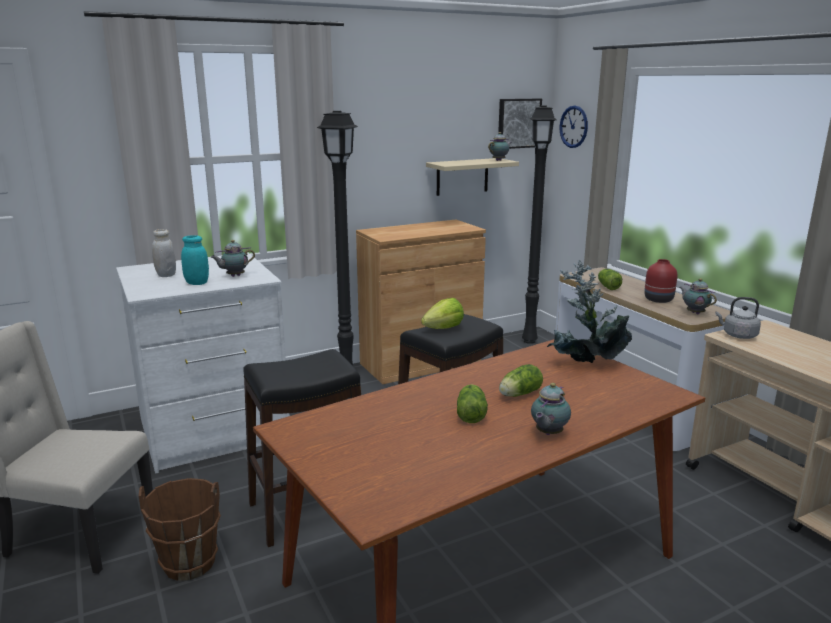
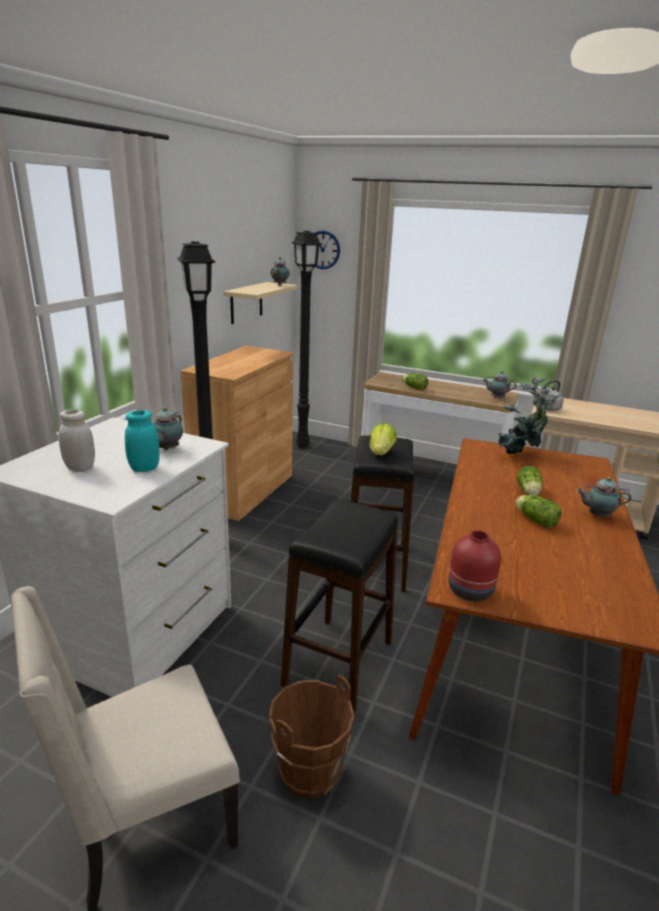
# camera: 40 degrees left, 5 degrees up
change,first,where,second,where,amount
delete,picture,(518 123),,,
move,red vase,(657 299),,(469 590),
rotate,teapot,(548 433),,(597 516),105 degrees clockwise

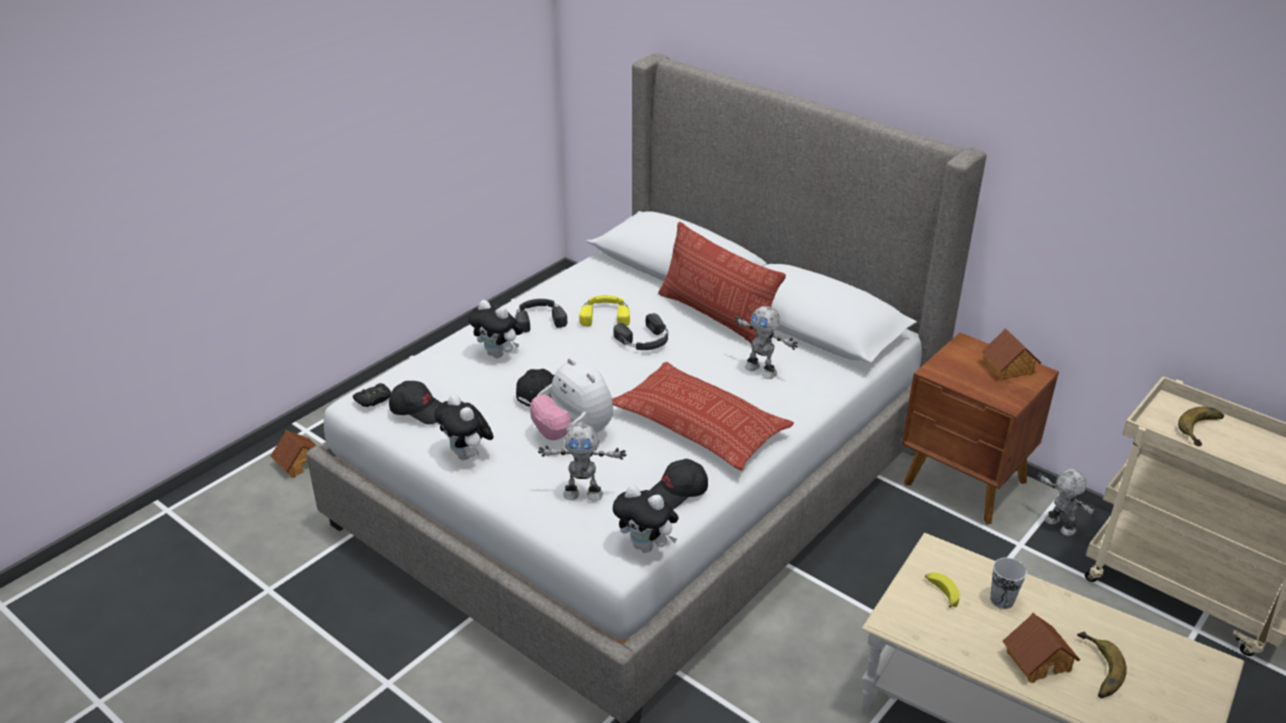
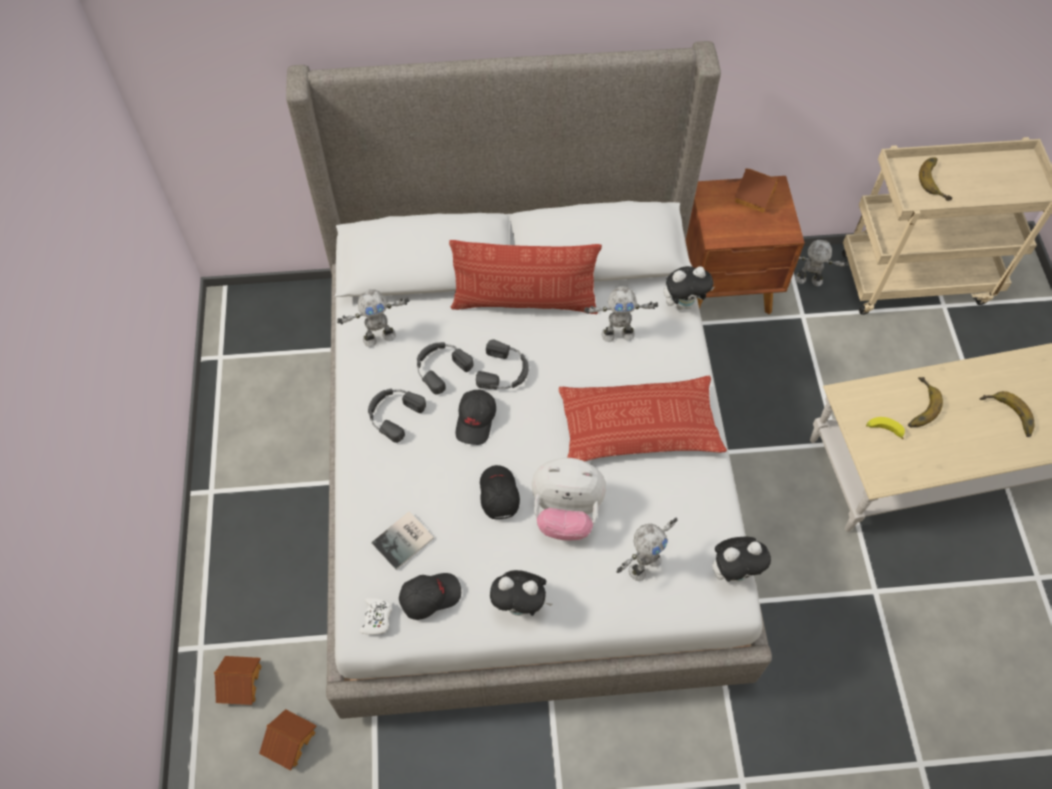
# camera: 45 degrees left, 25 degrees up
change,first,where,second,where,amount
insert,,,toy robot,(379 336),
insert,,,book,(405 541),
move,plush toy,(498 354),,(683 303),
move,black cap,(678 493),,(476 420),
move,toy house,(1037 660),,(290 741),
replace,cup,(1002 600),banana,(917 405),
recolor,black game controller,(373 399),white game controller,(376 618),
recolor,yellow headphones,(605 315),black headphones,(440 367),

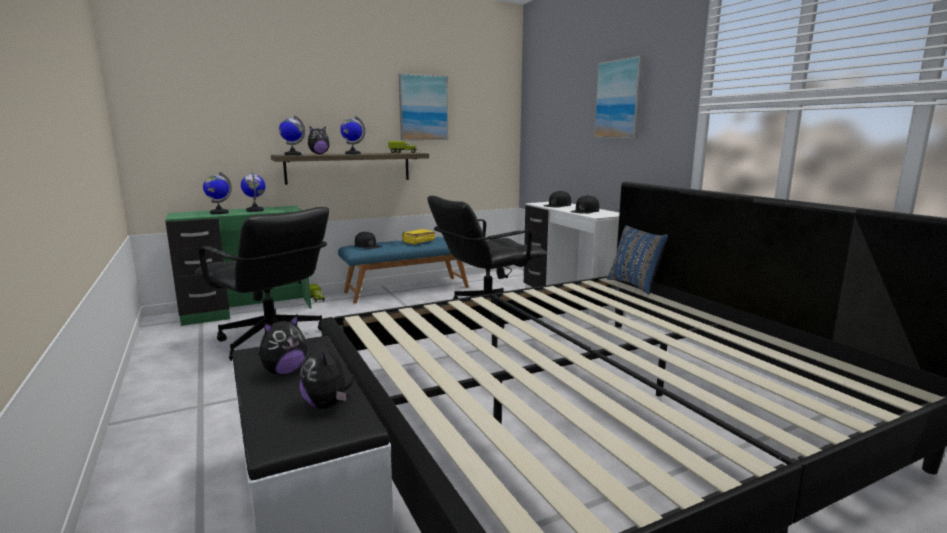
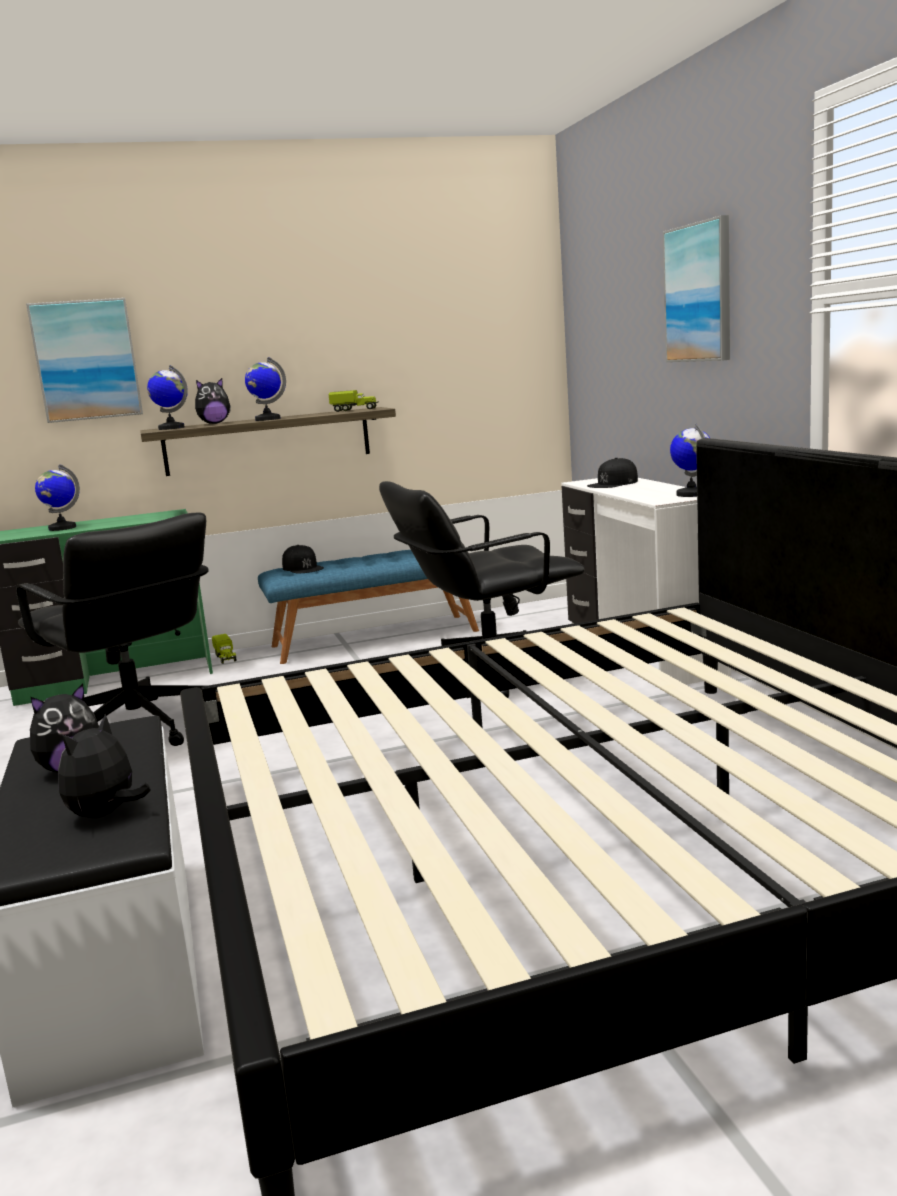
# camera: 10 degrees right, 0 degrees up
change,first,where,second,where,amount
delete,yellow book,(418 242),,,
delete,black cap,(585 211),,,
delete,blue pillow,(635 285),,,
move,globe,(255 210),,(691 494),
move,picture,(423 108),,(86 360),
rotate,plush toy,(327 405),,(105 814),45 degrees clockwise

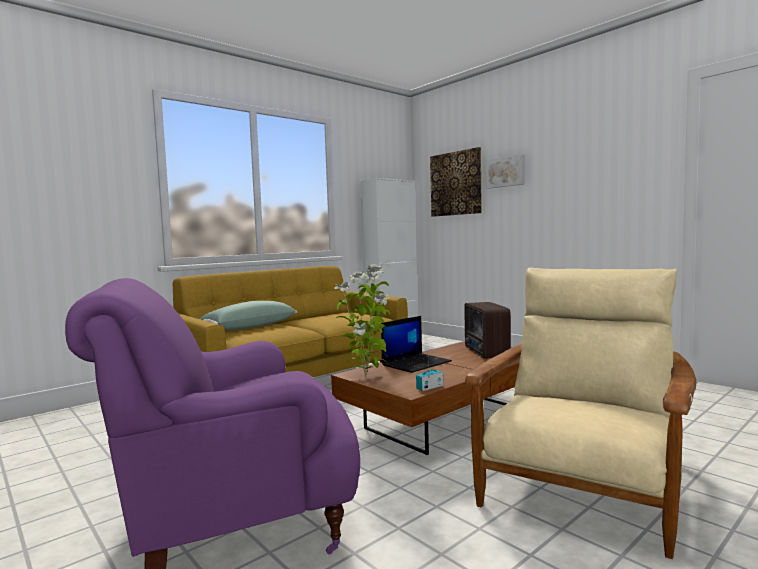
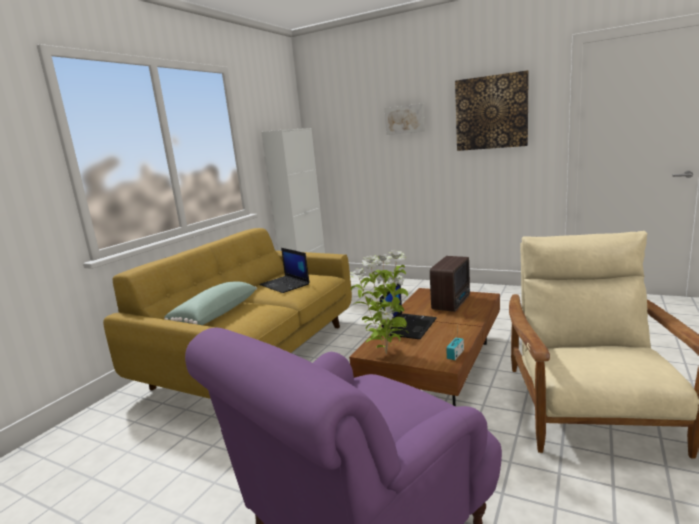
# camera: 20 degrees left, 10 degrees up
change,first,where,second,where,amount
insert,,,laptop,(285 285),
move,picture,(456 183),,(491 112),
rotate,radio,(486 353),,(452 303),120 degrees counterclockwise

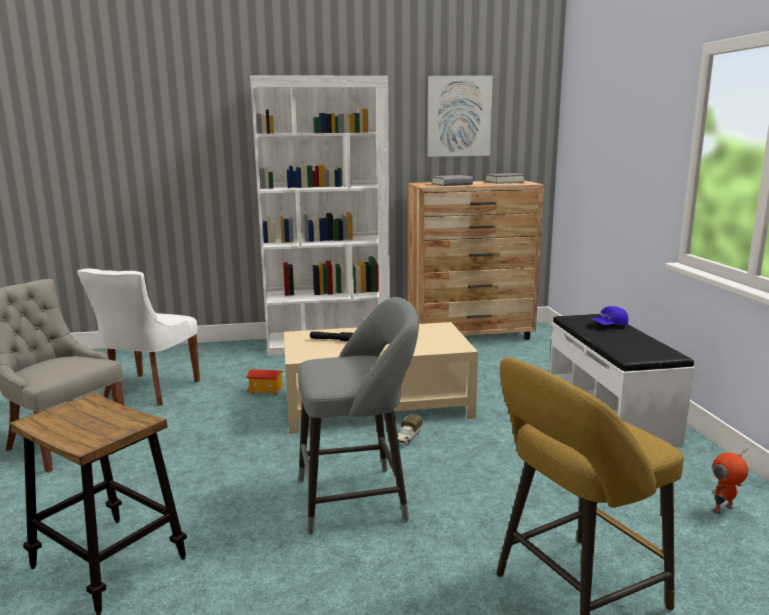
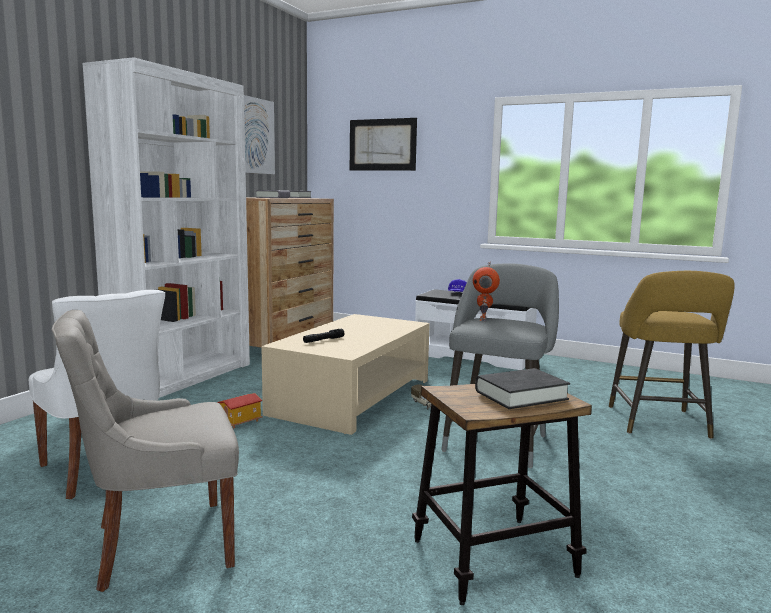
# camera: 55 degrees left, 5 degrees down
change,first,where,second,where,amount
insert,,,picture,(382 144),
insert,,,black book,(521 395),
move,toy robot,(724 510),,(484 319),

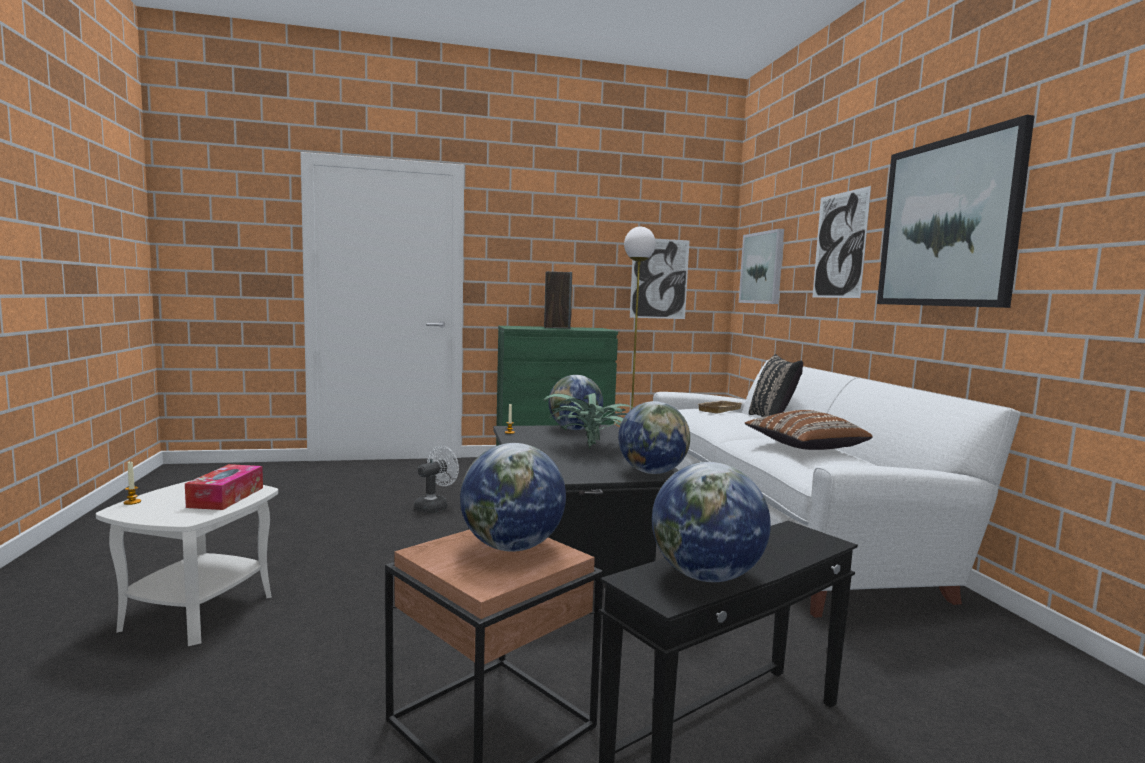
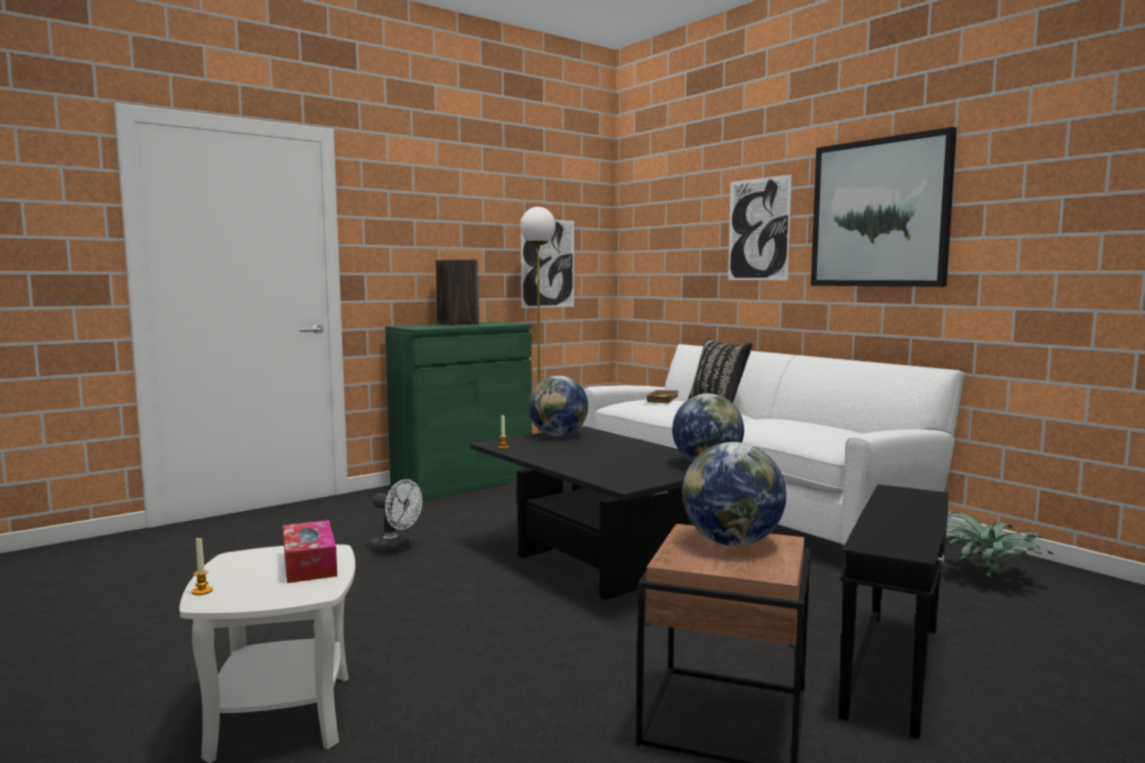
# camera: 25 degrees left, 0 degrees up
change,first,where,second,where,amount
delete,globe,(705 576),,,
delete,picture,(762 268),,,
delete,brown pillow,(804 447),,,
move,potted plant,(592 448),,(987 577),
rotate,white fan,(435 506),,(396 549),105 degrees clockwise

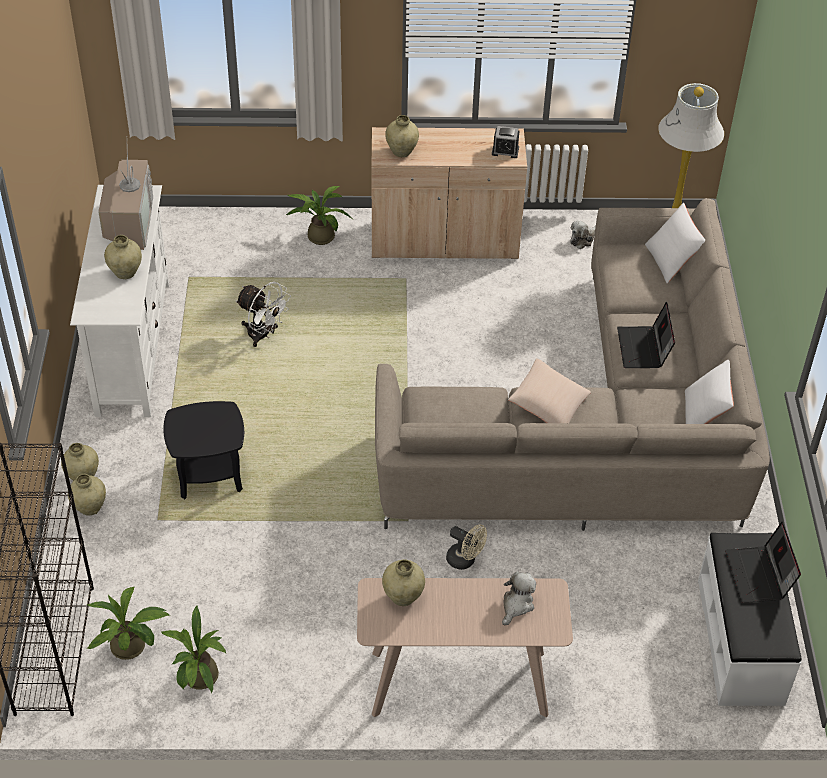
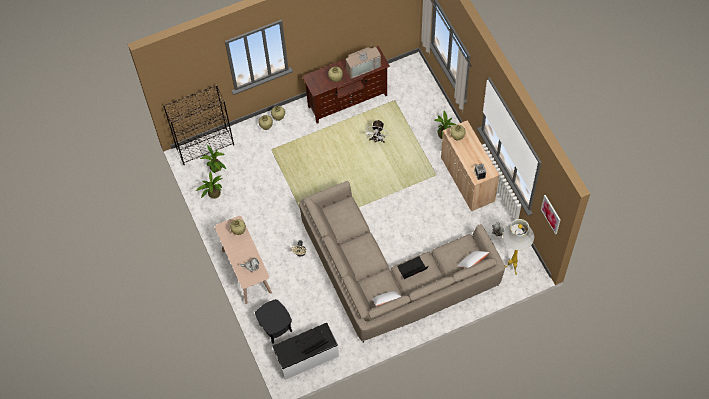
# camera: 70 degrees right, 15 degrees up
change,first,where,second,where,amount
delete,beige pillow,(548 405),,,
insert,,,picture,(551 214),
move,black side table,(209 474),,(275 328),
recolor,white tv stand,(132 347),brown tv stand,(347 100),

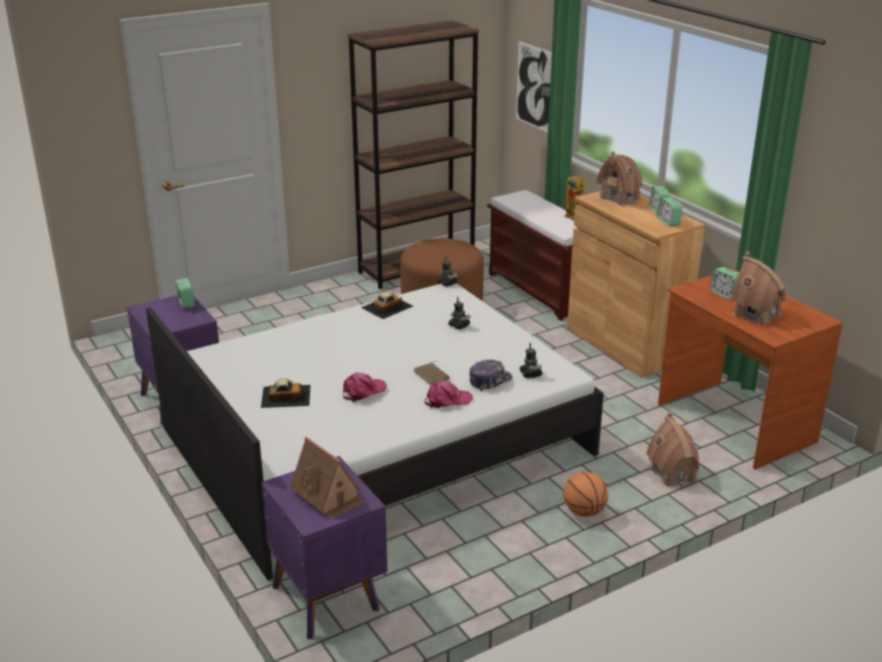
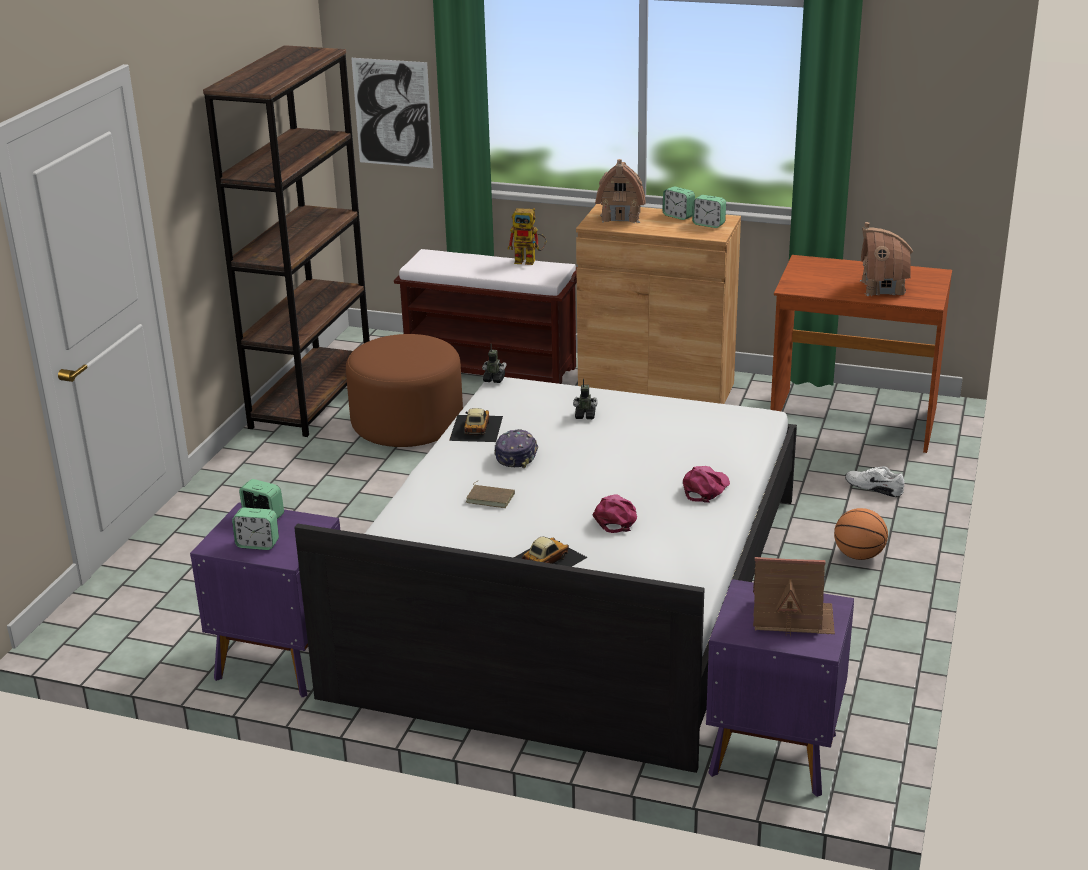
# camera: 40 degrees left, 0 degrees up
change,first,where,second,where,amount
delete,toy robot,(530 374),,,
move,brown book,(432 375),,(491 498),
move,cap,(489 380),,(516 455),
move,alarm clock,(724 294),,(257 544),
replace,toy house,(672 474),white shoe,(874 487),

